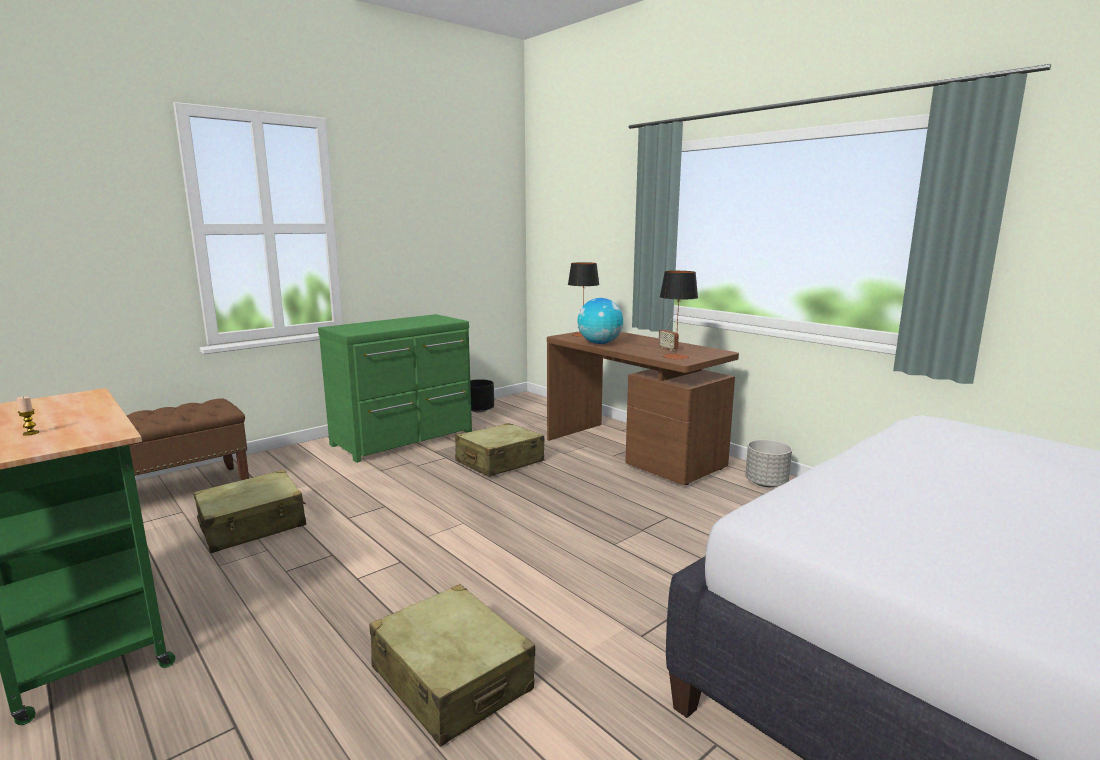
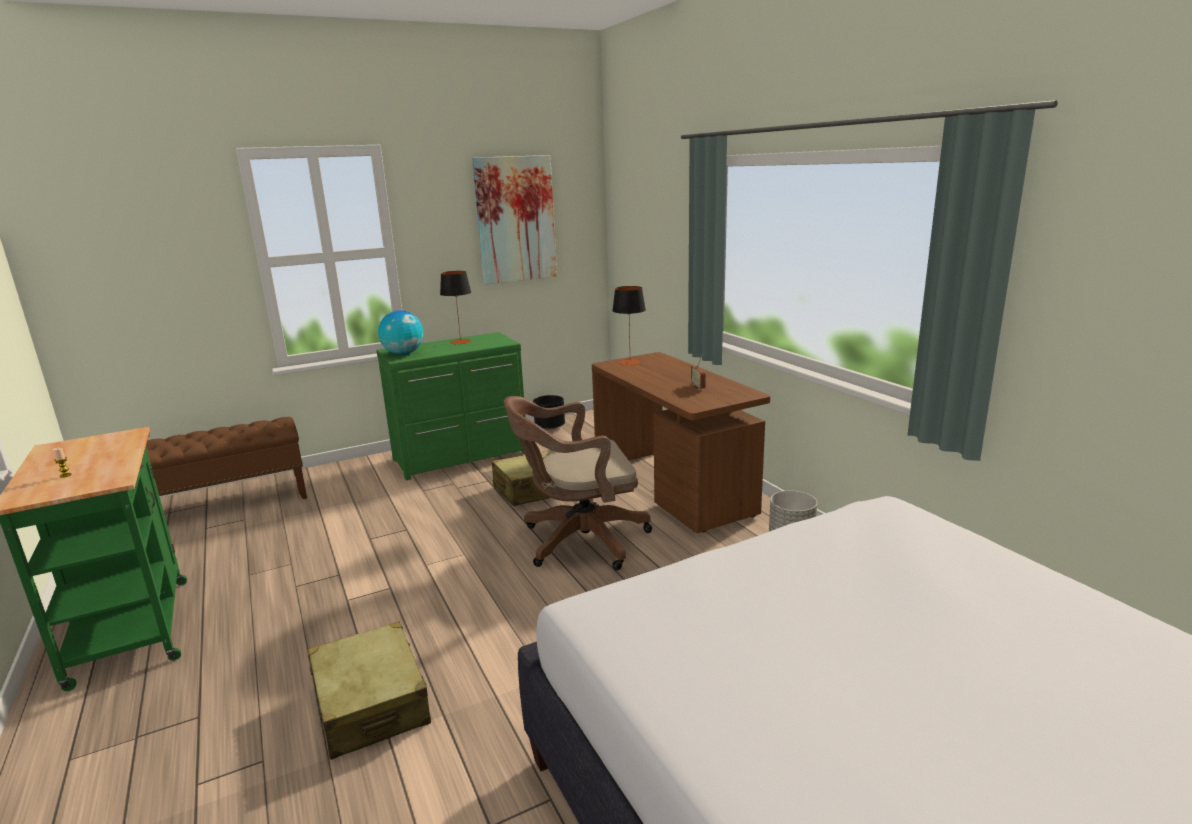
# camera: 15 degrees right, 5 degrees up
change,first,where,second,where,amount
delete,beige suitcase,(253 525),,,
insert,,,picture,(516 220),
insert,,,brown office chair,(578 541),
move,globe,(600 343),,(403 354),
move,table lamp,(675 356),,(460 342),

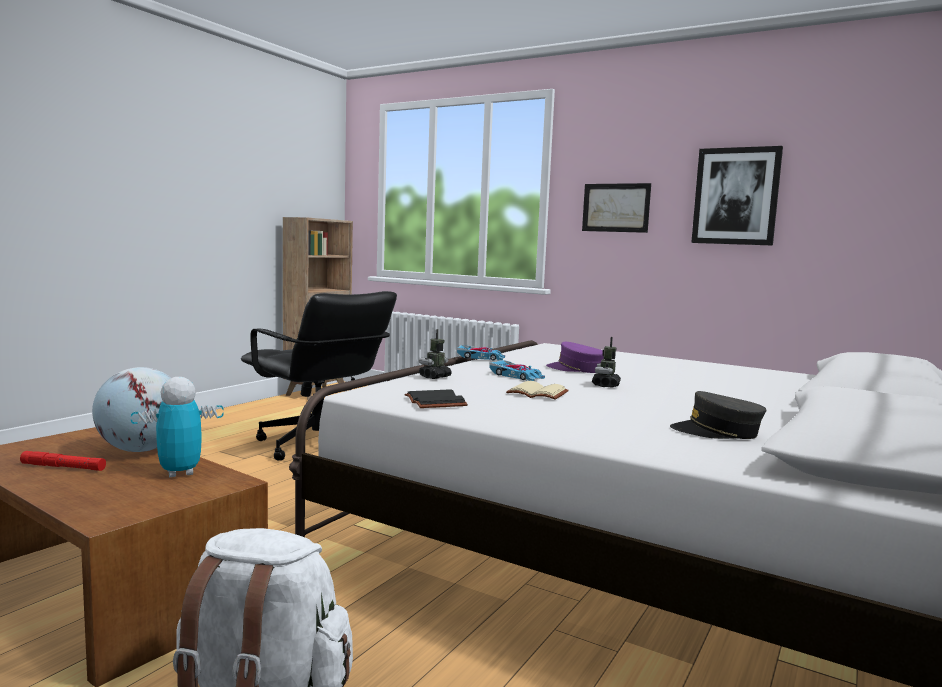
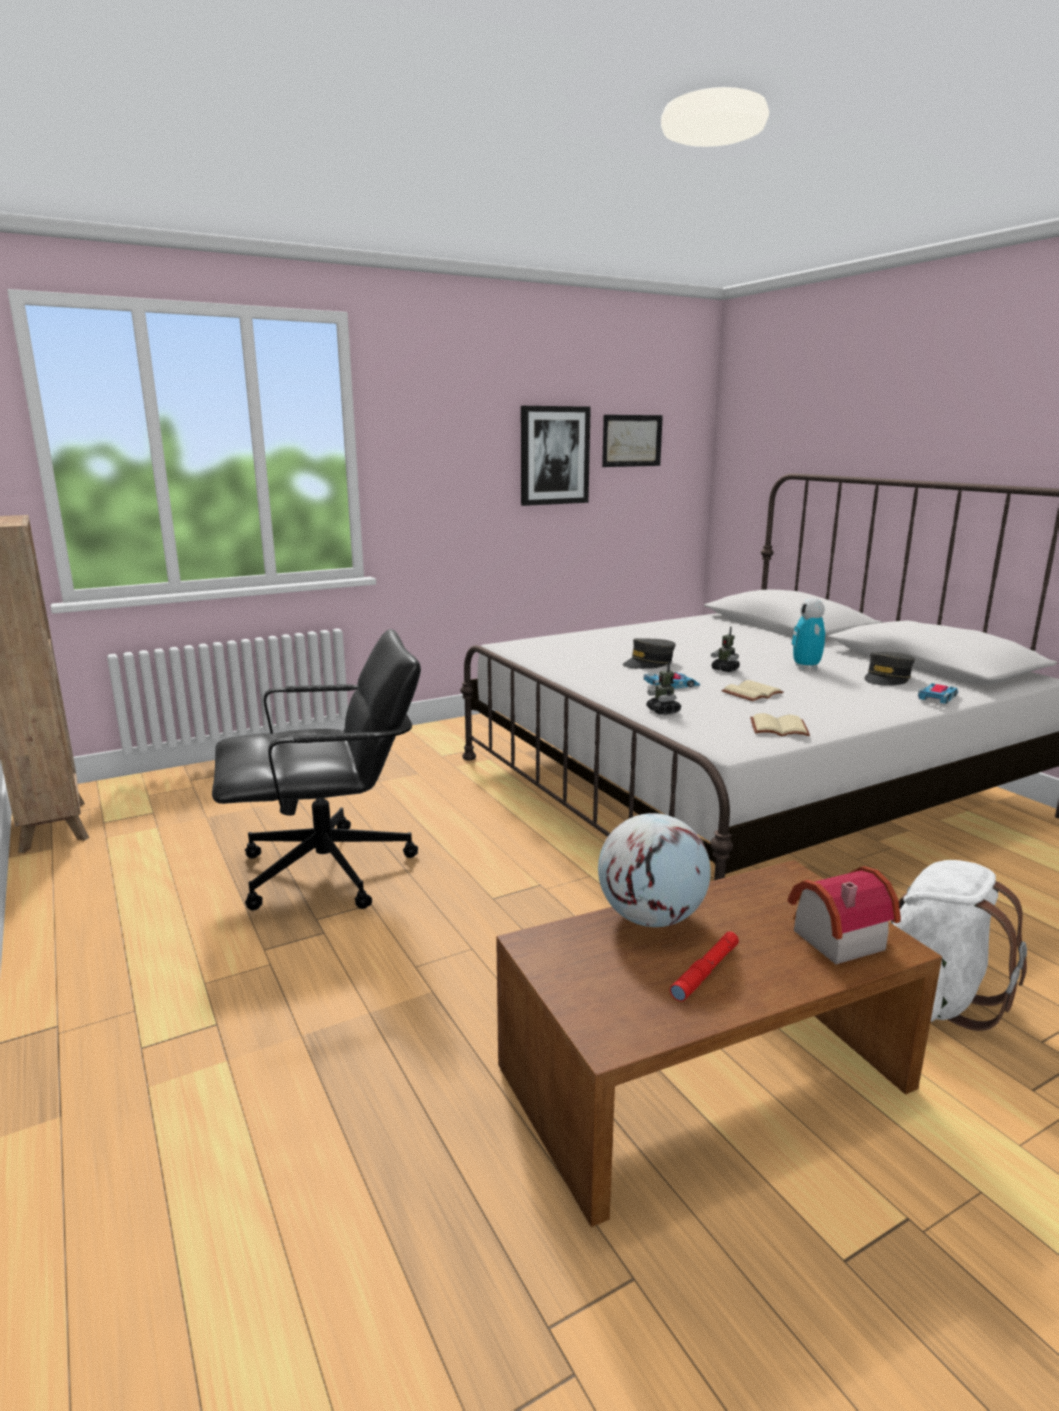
# camera: 60 degrees left, 10 degrees up
change,first,where,second,where,amount
insert,,,toy house,(833 937),
move,toy robot,(179 473),,(806 667),
move,toy car,(481 357),,(937 697),
move,picture,(616 207),,(632 440),
recolor,black book,(433 402),beige book,(778 729),
recolor,purple cap,(576 369),grey cap,(649 663),

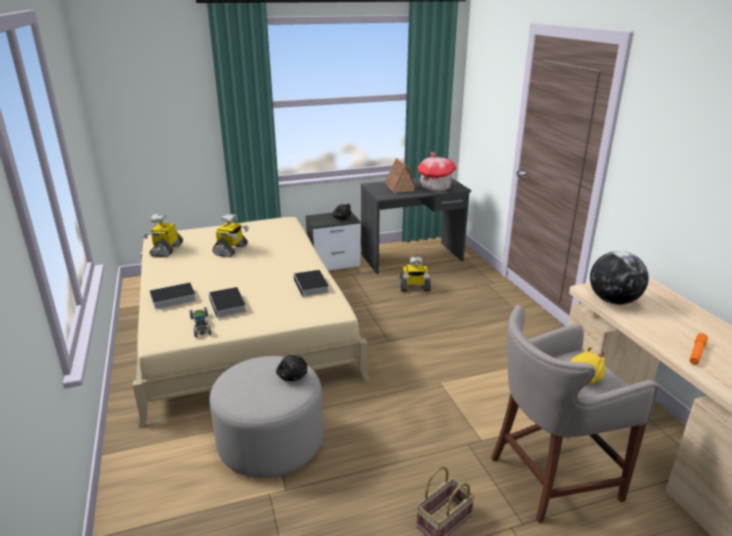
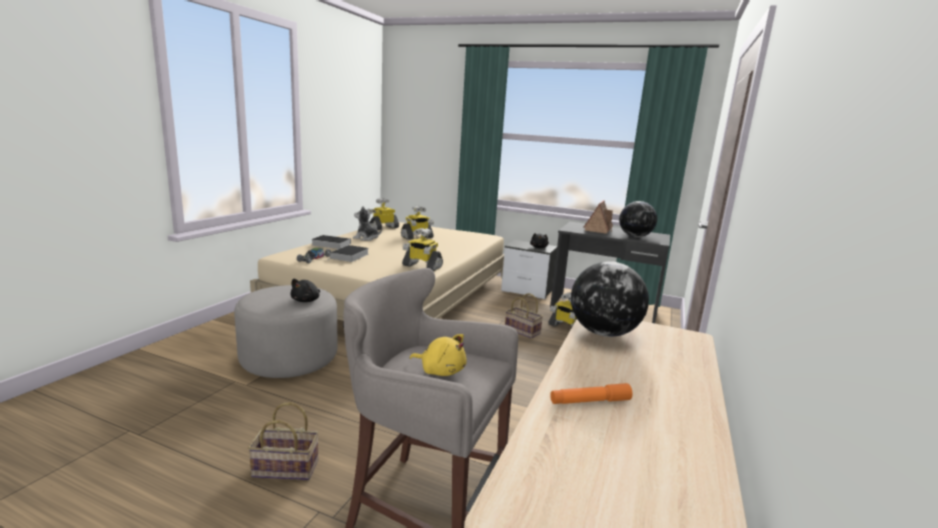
# camera: 40 degrees right, 10 degrees down
change,first,where,second,where,amount
insert,,,plush toy,(366 238),
insert,,,basket,(523 331),
replace,book,(311 286),toy robot,(421 266),
replace,toy house,(435 187),globe,(635 236),

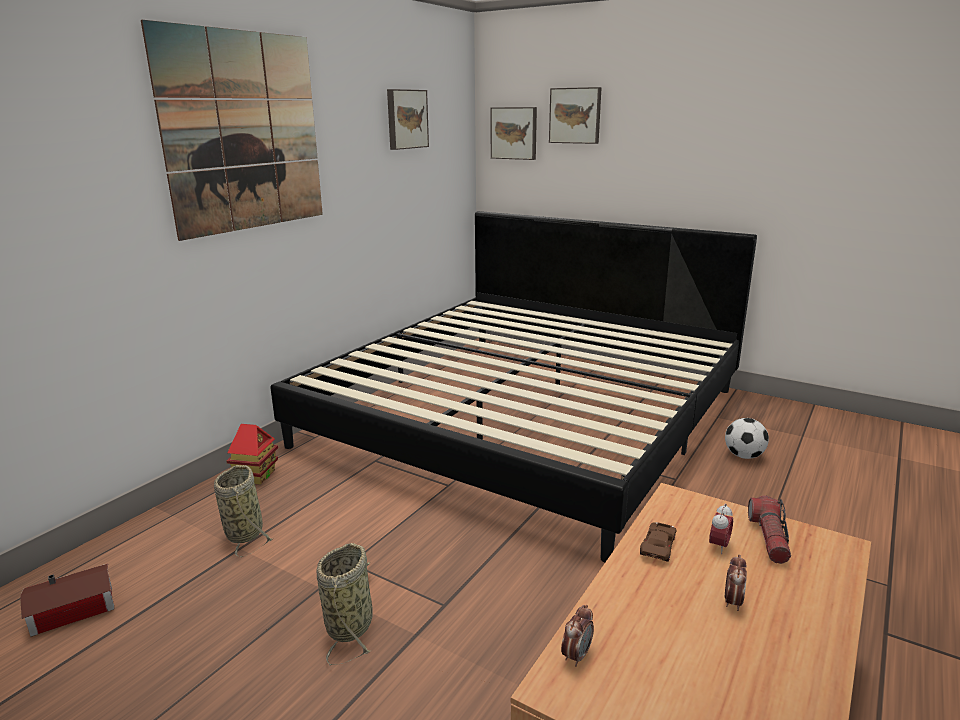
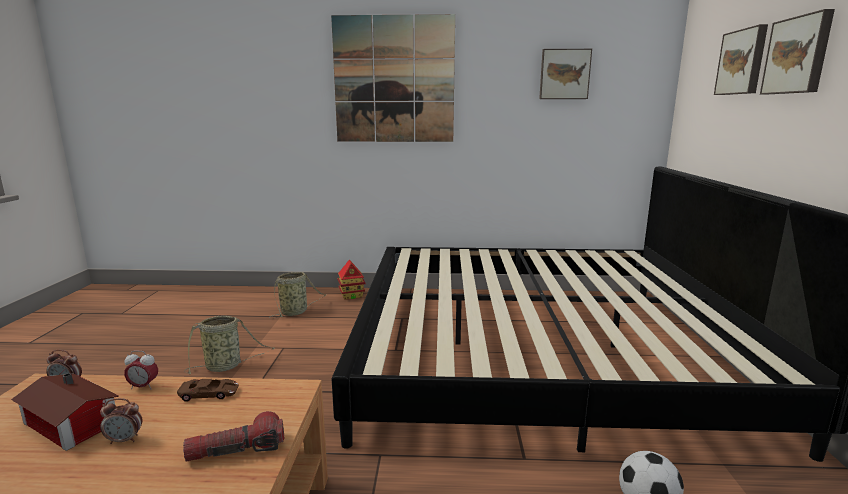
# camera: 60 degrees right, 5 degrees down
change,first,where,second,where,amount
move,toy house,(75 610),,(70 425),
move,picture,(514 133),,(798 55),
move,alarm clock,(718 546),,(143 387),

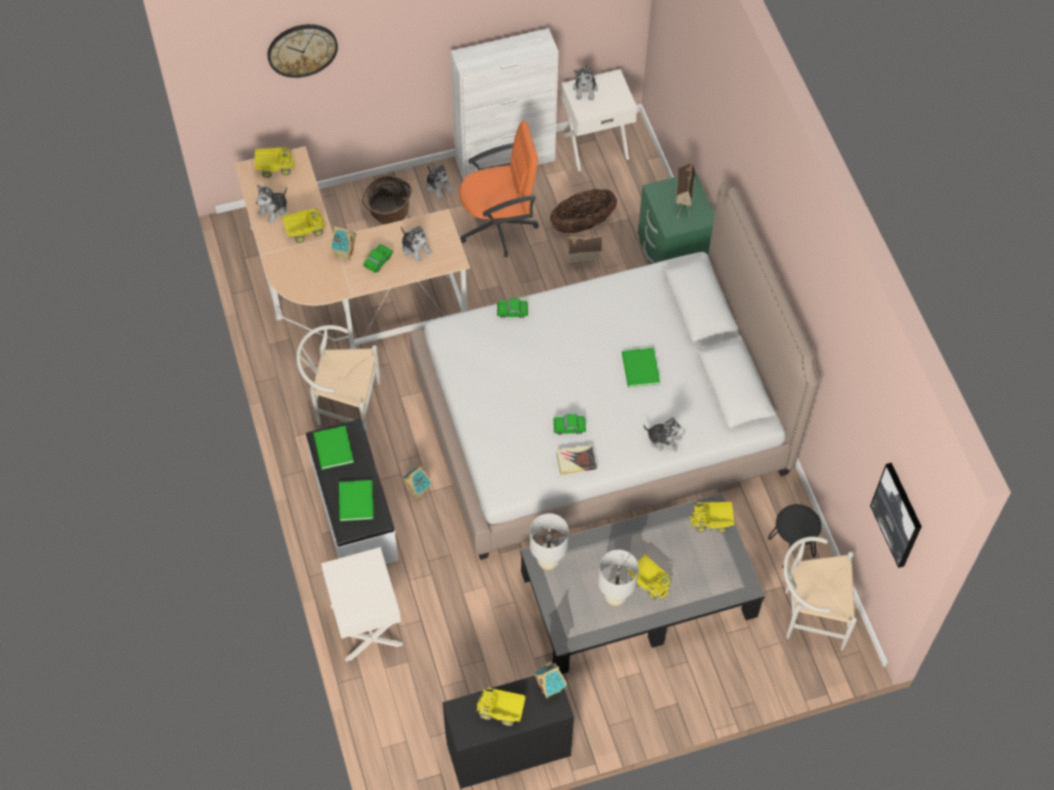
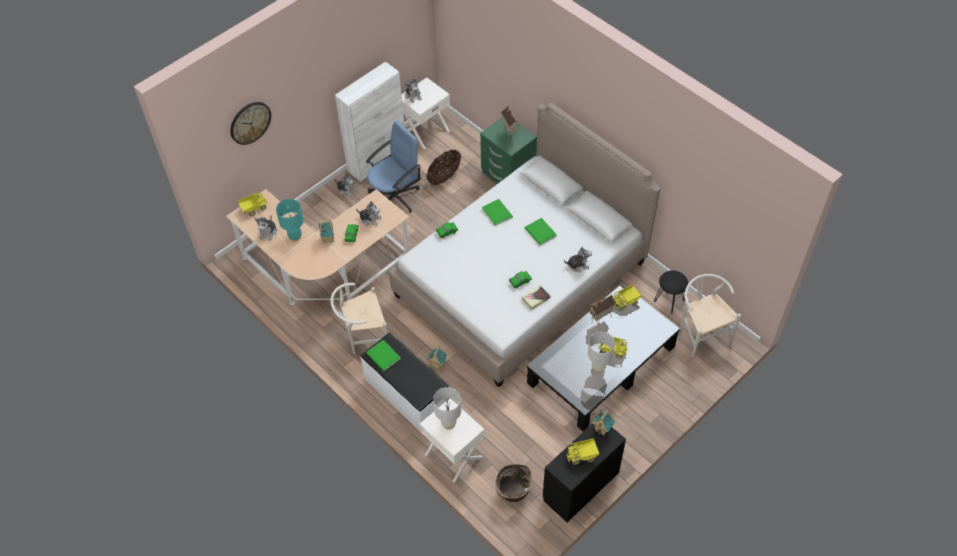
# camera: 25 degrees left, 5 degrees down
change,first,where,second,where,amount
delete,picture,(897 515),,,
move,green book,(357 500),,(497 212),
move,basket,(388 214),,(513 492),
move,white table lamp,(547 562),,(448 423),
move,toy house,(584 266),,(600 320),
replace,toy truck,(304 231),turquoise table lamp,(295 236),
recolor,orange office chair,(498 225),blue office chair,(395 196),
rotate,white chair,(808 615),,(701 333),90 degrees clockwise

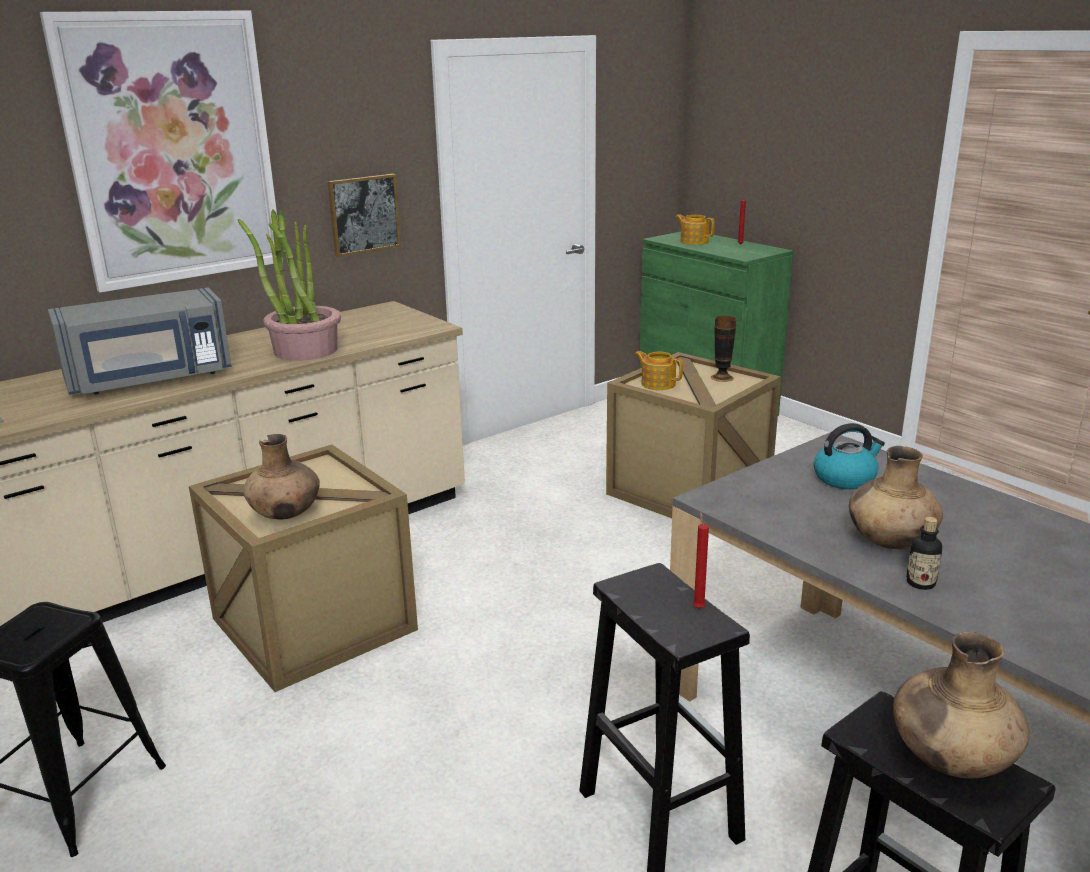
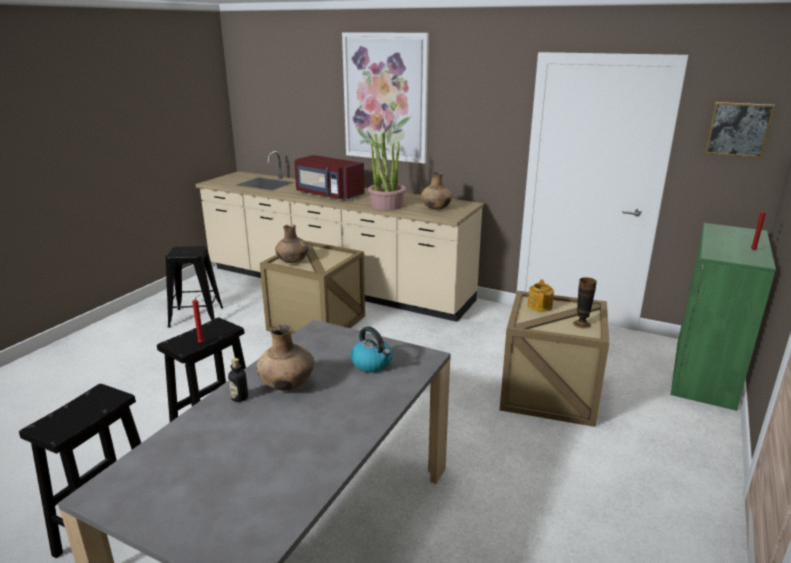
# camera: 65 degrees right, 0 degrees up
change,first,where,second,where,amount
delete,teapot,(694 241),,,
move,picture,(364 214),,(738 129),
move,brown vase,(950 760),,(436 208),
recolor,grey microwave,(150 379),red microwave,(328 194),

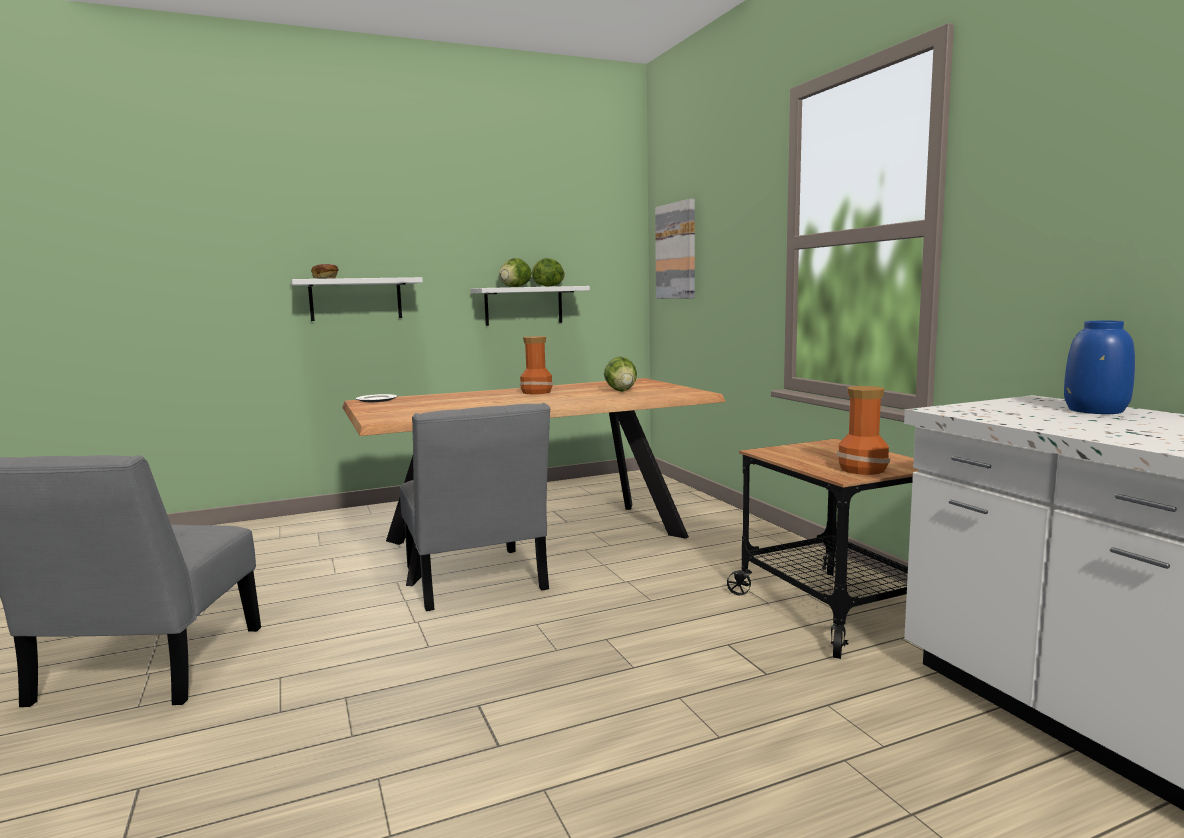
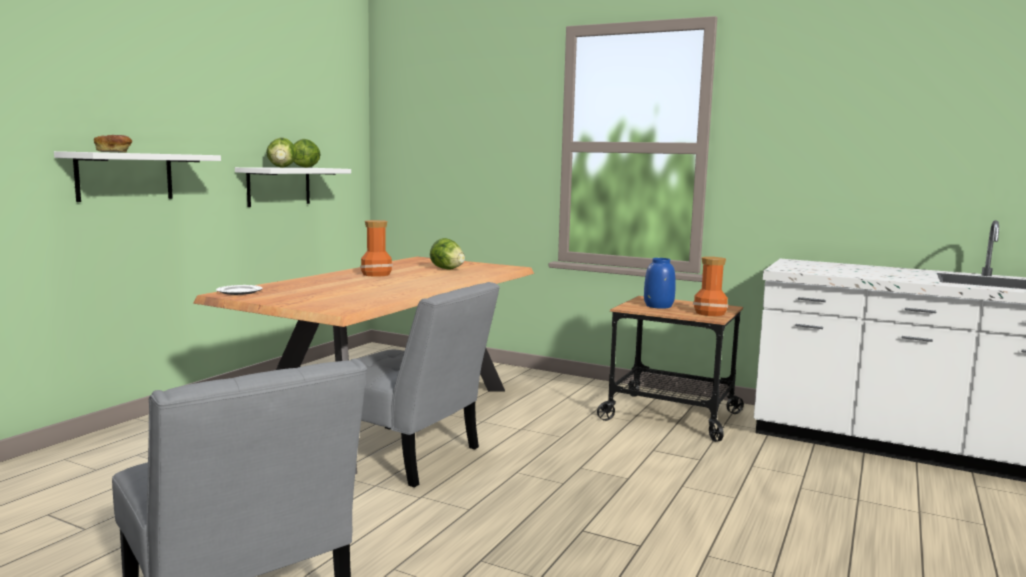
# camera: 40 degrees left, 0 degrees up
change,first,where,second,where,amount
delete,picture,(676 251),,,
move,blue vase,(1096 411),,(659 306),

